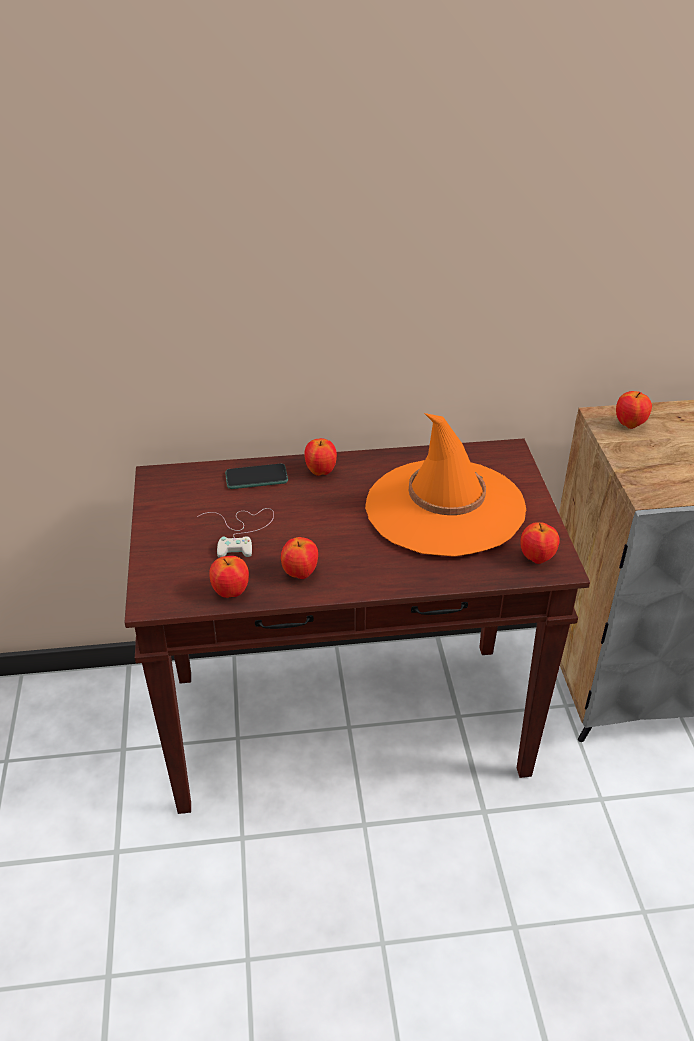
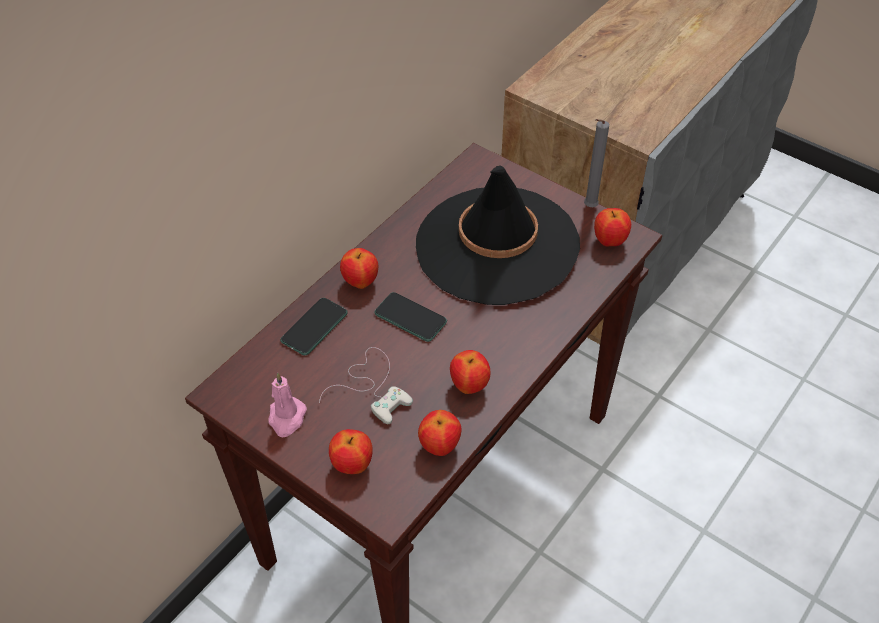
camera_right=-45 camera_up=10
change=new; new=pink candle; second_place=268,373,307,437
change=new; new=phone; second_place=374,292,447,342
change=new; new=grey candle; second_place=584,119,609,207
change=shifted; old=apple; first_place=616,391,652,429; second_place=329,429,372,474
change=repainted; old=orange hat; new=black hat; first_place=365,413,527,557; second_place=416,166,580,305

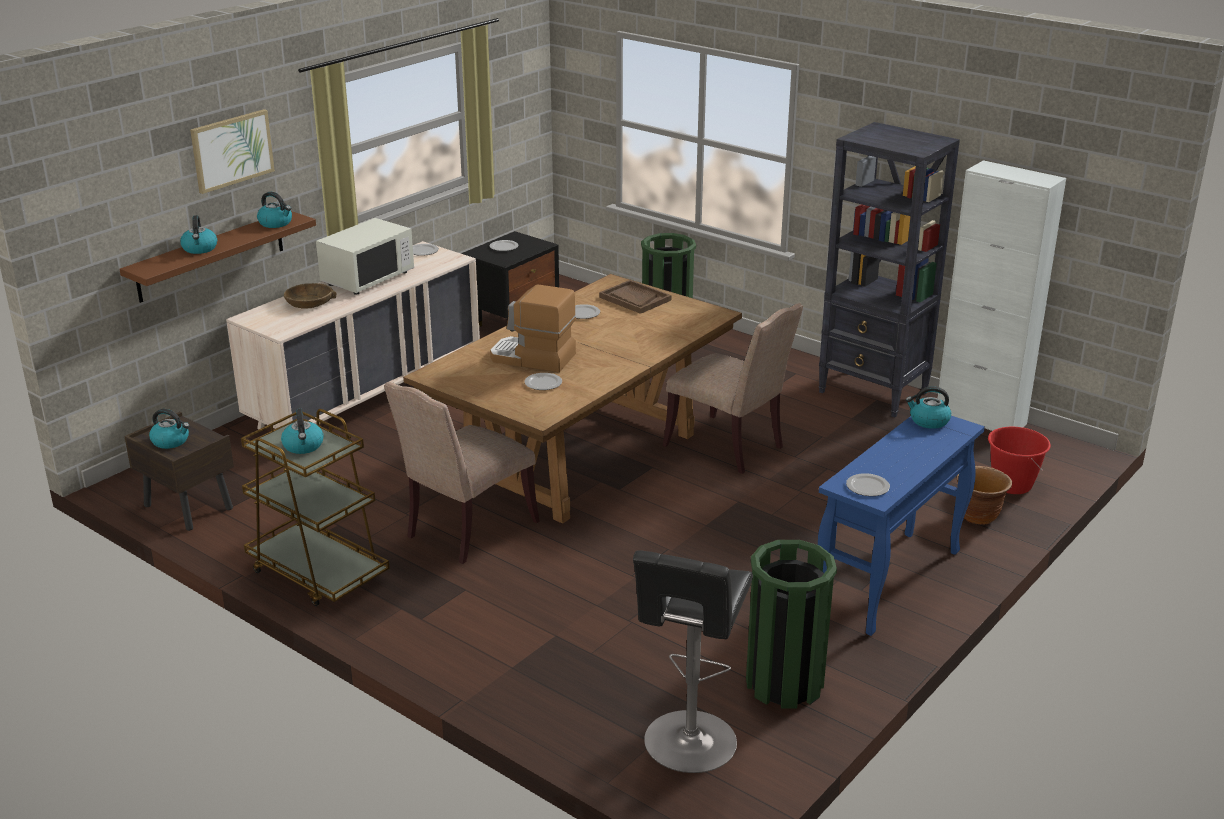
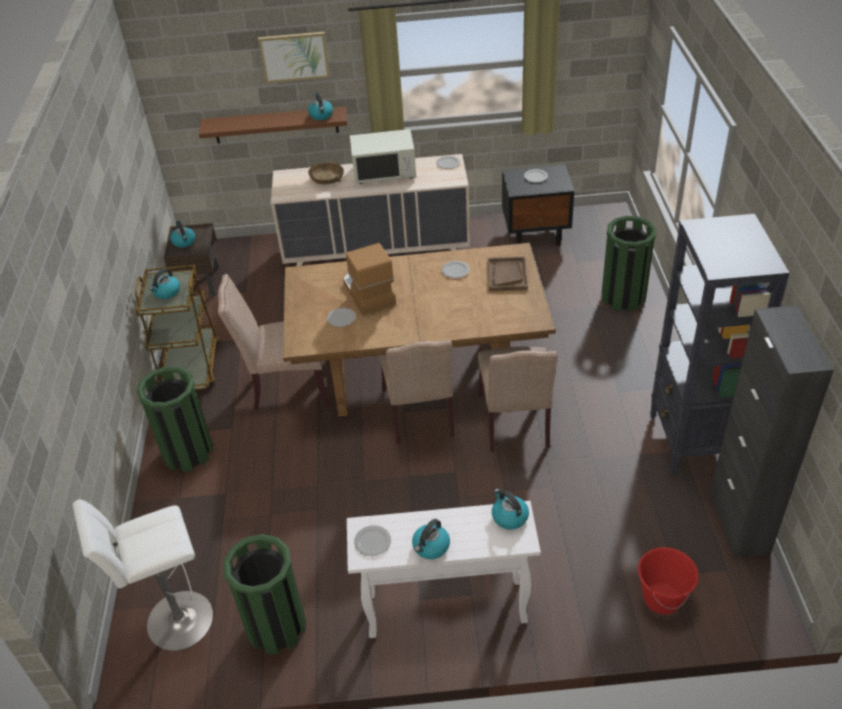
camera_right=50 camera_up=15
change=gone; old=brown planter; first_place=957,466,1012,525
change=new; new=green trash can; second_place=136,367,213,472
change=new; new=beige chair; second_place=379,340,455,444
change=shifted; old=kettle; first_place=180,215,217,254; second_place=412,519,450,559
change=repainted; old=black stool; new=white stool; first_place=633,550,753,773; second_place=73,499,213,651
change=repainted; old=blue console table; new=white console table; first_place=818,416,985,636; second_place=347,501,541,638
change=repainted; old=white cabinet; new=black cabinet; first_place=938,160,1066,431; second_place=710,305,834,557

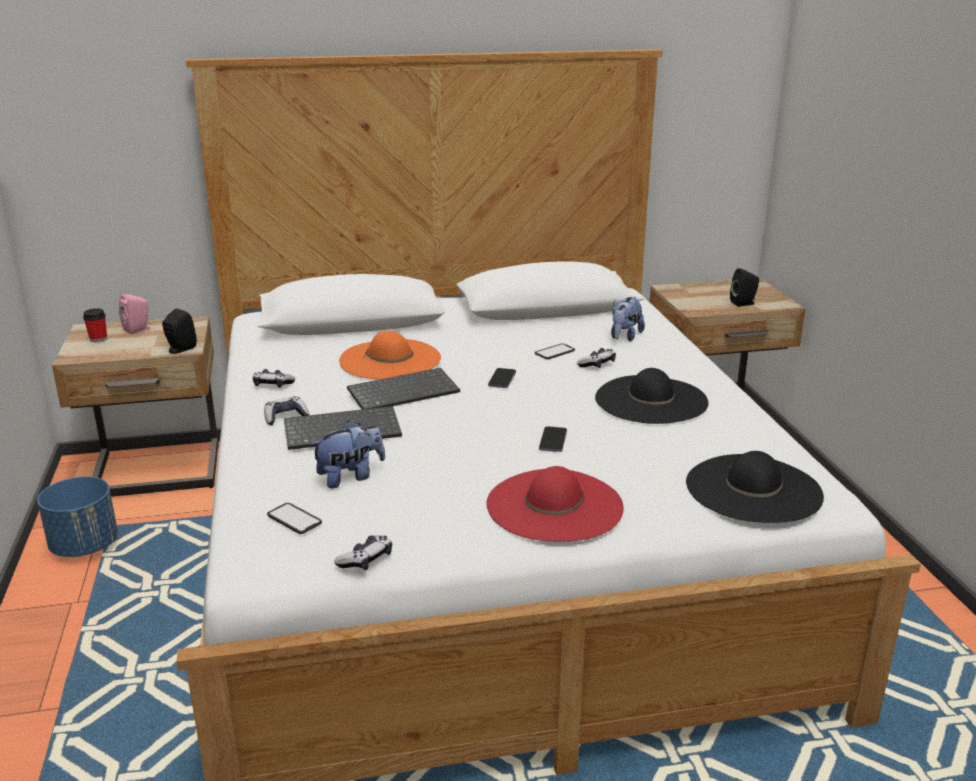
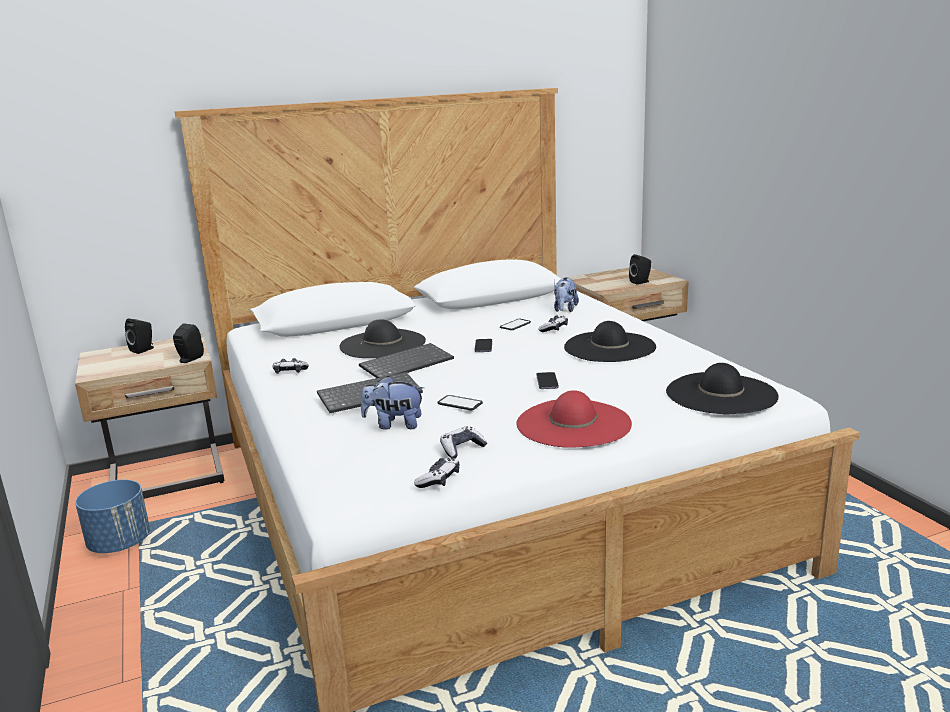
camera_right=-10 camera_up=-5
change=gone; old=cup; first_place=83,308,107,342
change=shifted; old=game controller; first_place=264,397,310,425; second_place=440,427,487,459
change=shifted; old=phone; first_place=267,503,322,534; second_place=437,395,483,410
change=repainted; old=pink speaker; new=black speaker; first_place=119,294,150,335; second_place=125,319,154,354
change=repainted; old=orange hat; new=black hat; first_place=339,331,441,380; second_place=340,319,426,358
change=rotated; old=plush toy; first_place=310,421,385,489; second_place=361,376,424,430; degrees=-135

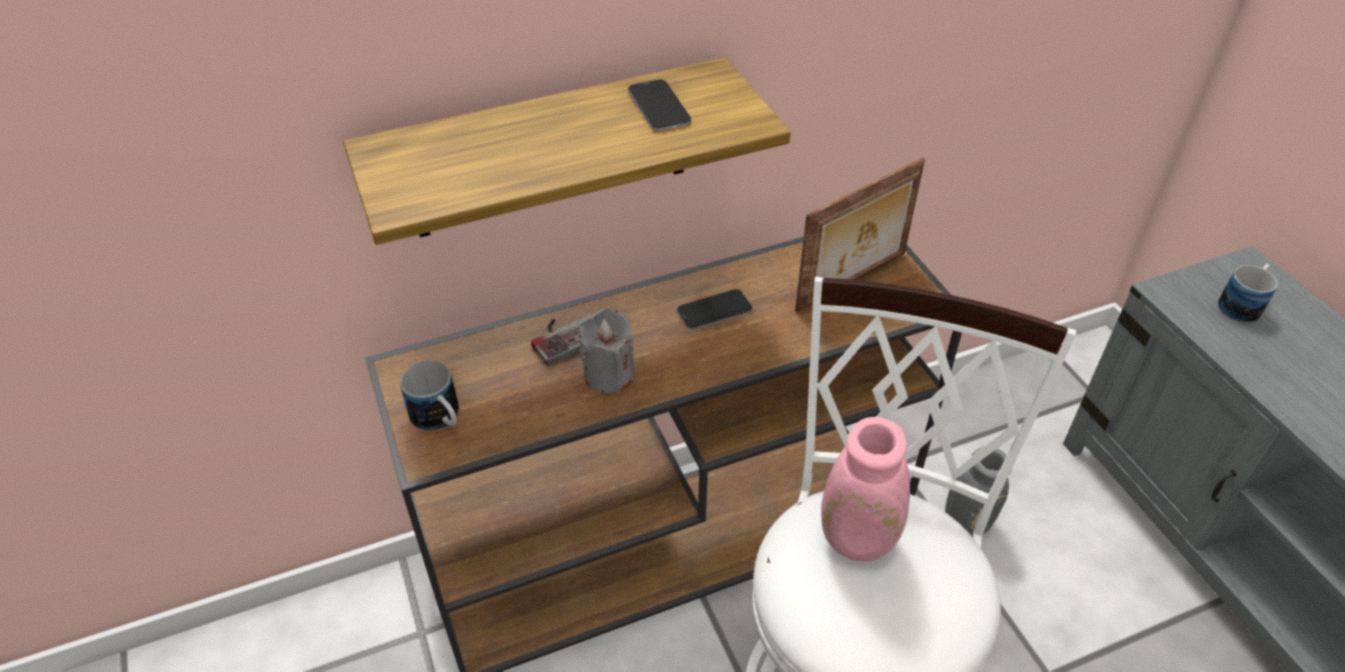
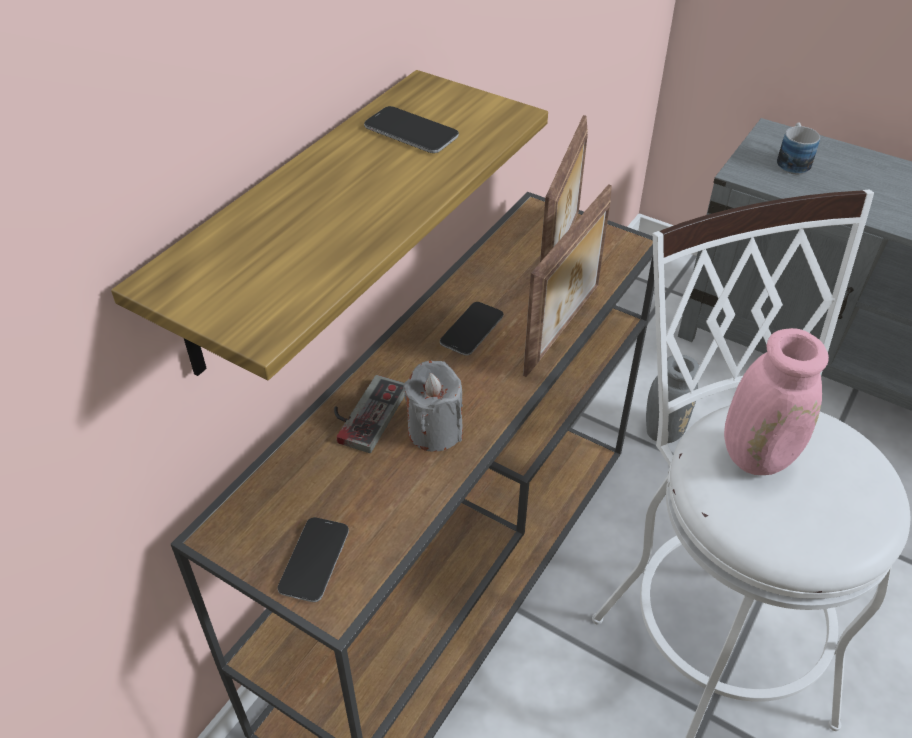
camera_right=-35 camera_up=0
change=new; new=picture frame; second_place=523,184,612,377
change=swapped; old=mug; new=phone; first_place=400,361,459,431; second_place=278,517,349,602

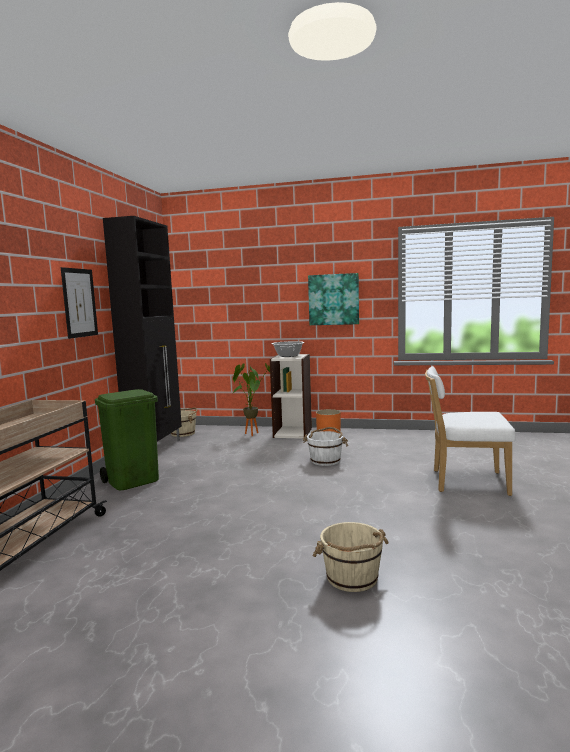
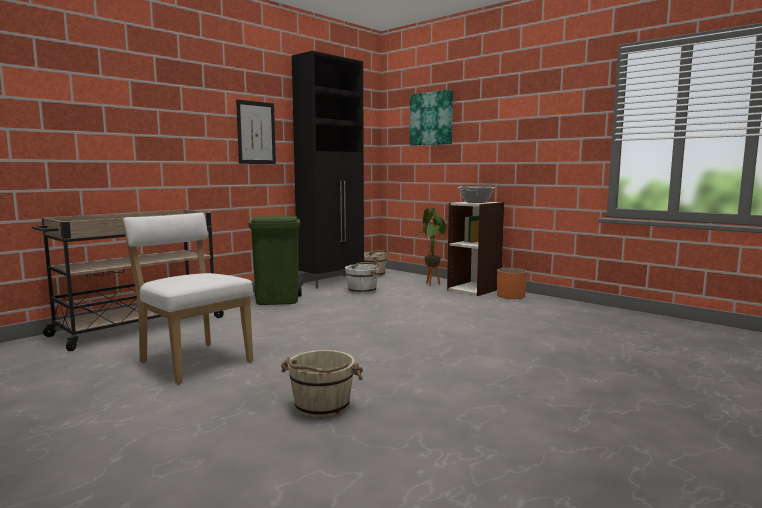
camera_right=30 camera_up=0
change=shifted; old=white bucket; first_place=303,427,348,466; second_place=345,261,380,294
change=shifted; old=picture; first_place=308,273,359,325; second_place=410,90,453,146
change=shifted; old=white chair; first_place=425,366,516,496; second_place=123,213,253,384

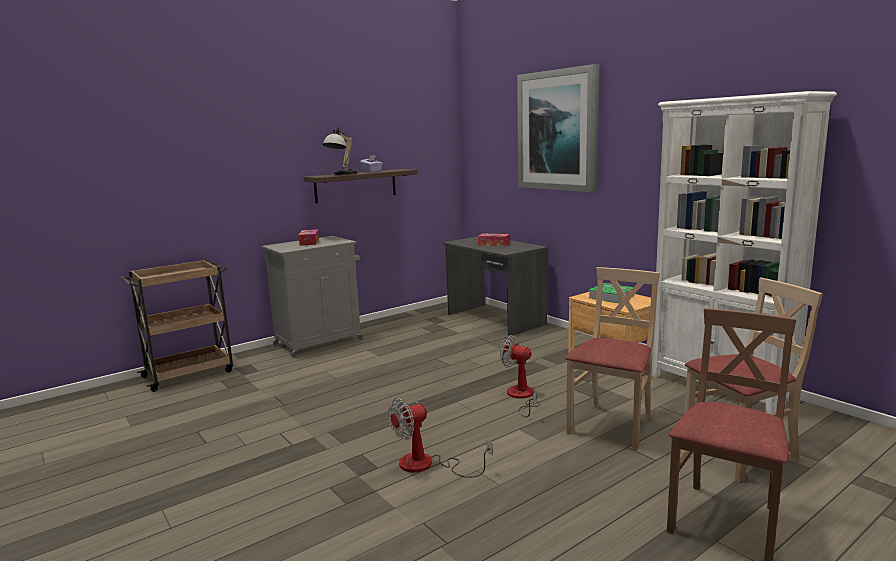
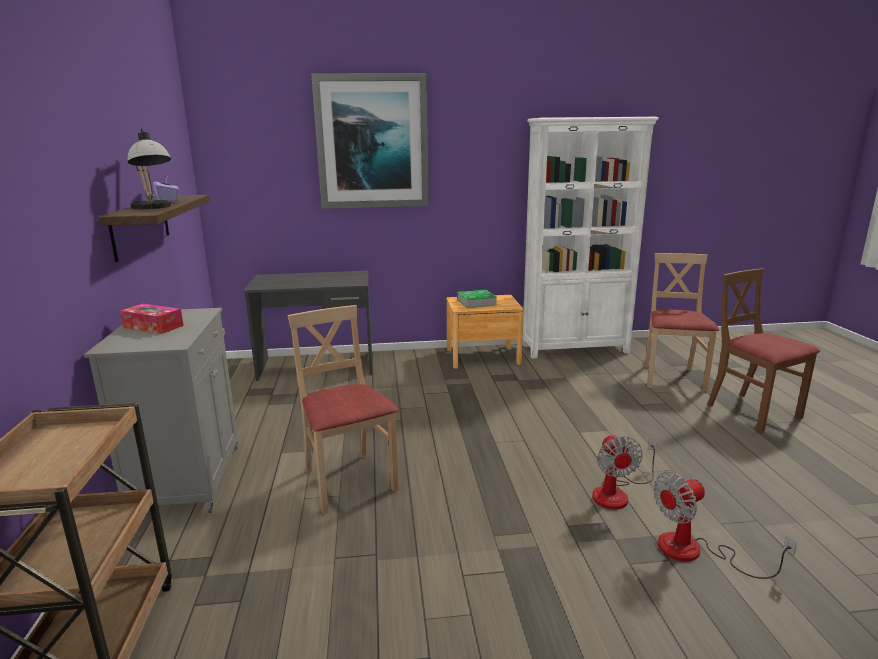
camera_right=-60 camera_up=5
change=gone; old=tissue box; first_place=478,234,509,246
change=shifted; old=fan; first_place=500,335,540,418; second_place=653,472,797,579
change=shifted; old=beige chair; first_place=565,267,660,450; second_place=287,305,399,514

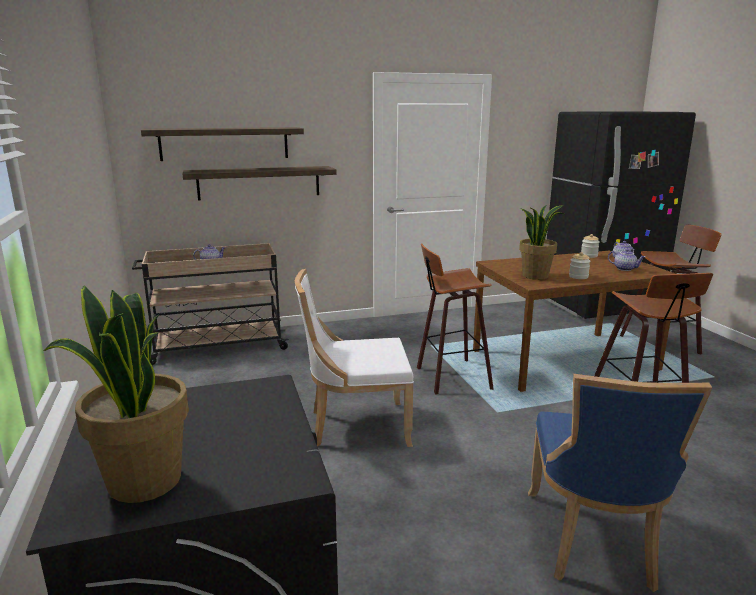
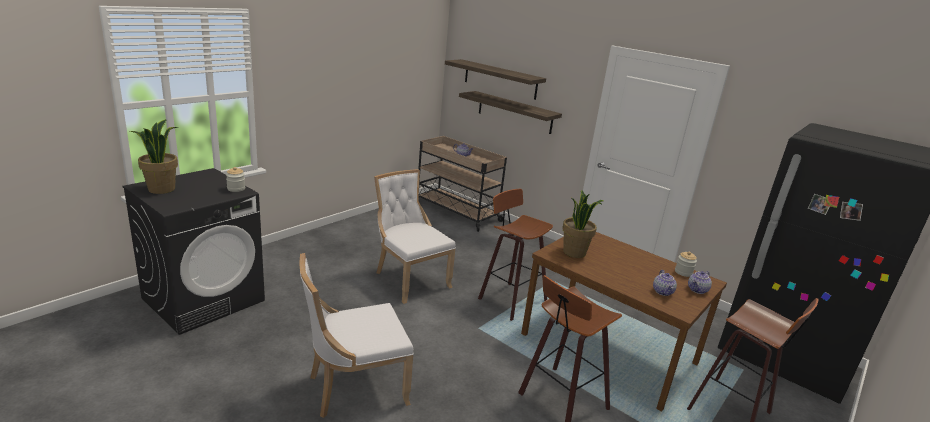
camera_right=55 camera_up=5
change=shifted; old=jar; first_place=569,252,591,279; second_place=226,167,245,192
change=repainted; old=blue chair; new=white chair; first_place=528,374,712,592; second_place=300,253,414,418

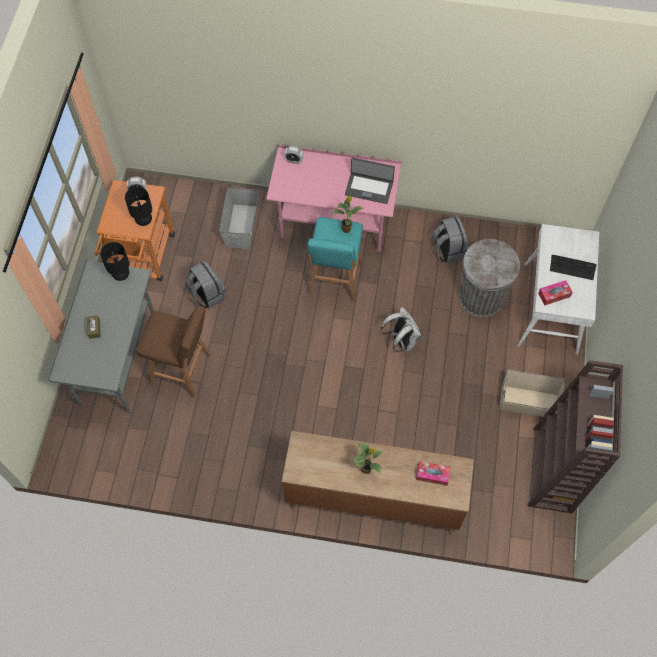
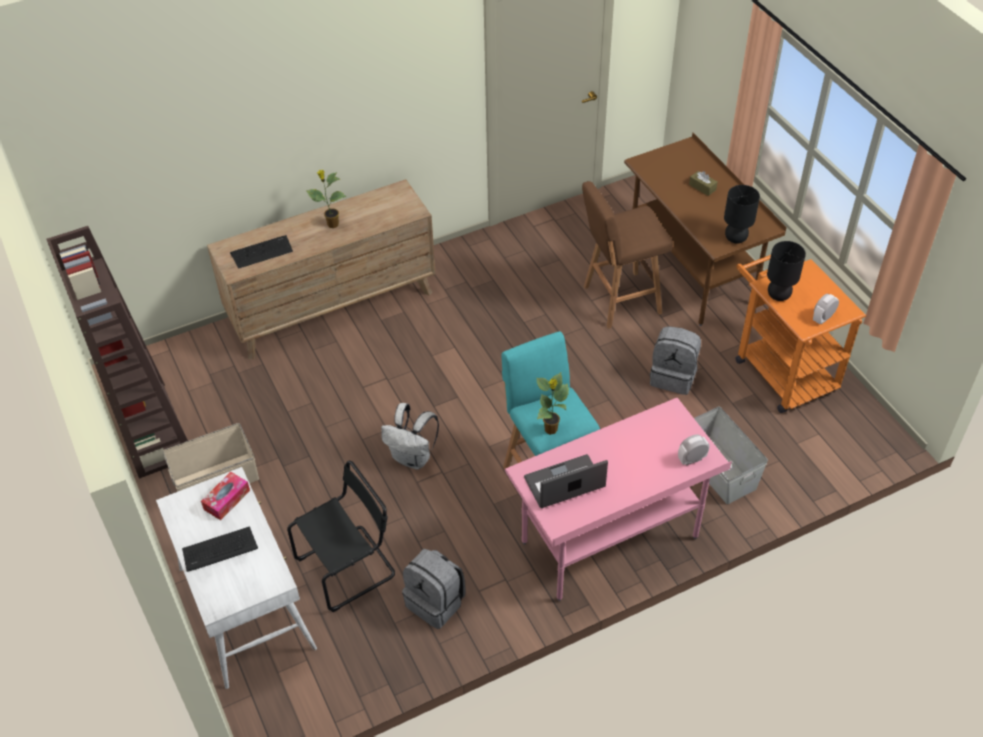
camera_right=145 camera_up=-15
change=swapped; old=tissue box; new=keyboard; first_place=416,461,451,486; second_place=230,235,293,269
change=swapped; old=grey trash can; new=black chair; first_place=459,239,520,318; second_place=287,461,395,612
change=repainted; old=grey desk; new=brown desk; first_place=48,259,154,413; second_place=624,133,787,326

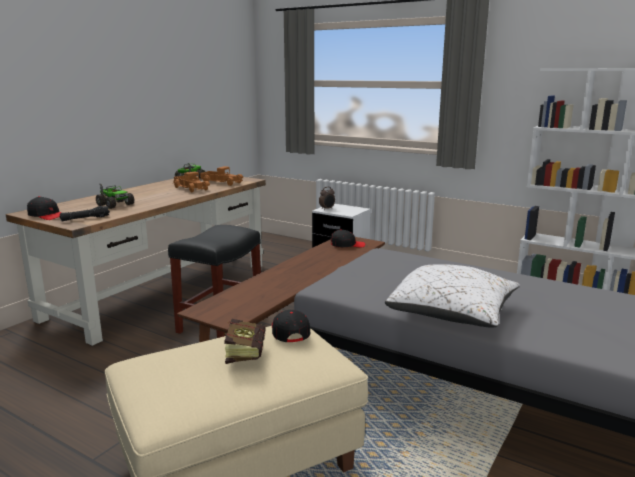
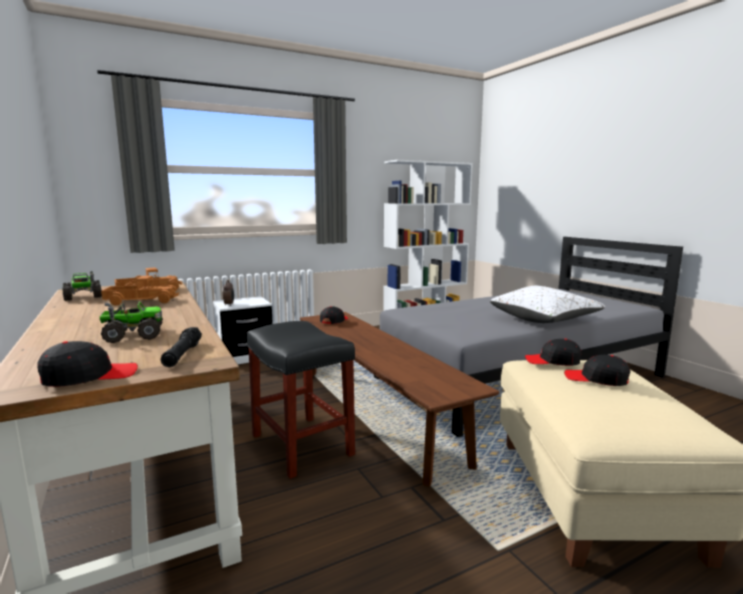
camera_right=-60 camera_up=-5
change=swapped; old=book; new=black cap; first_place=223,319,266,364; second_place=564,355,630,386

